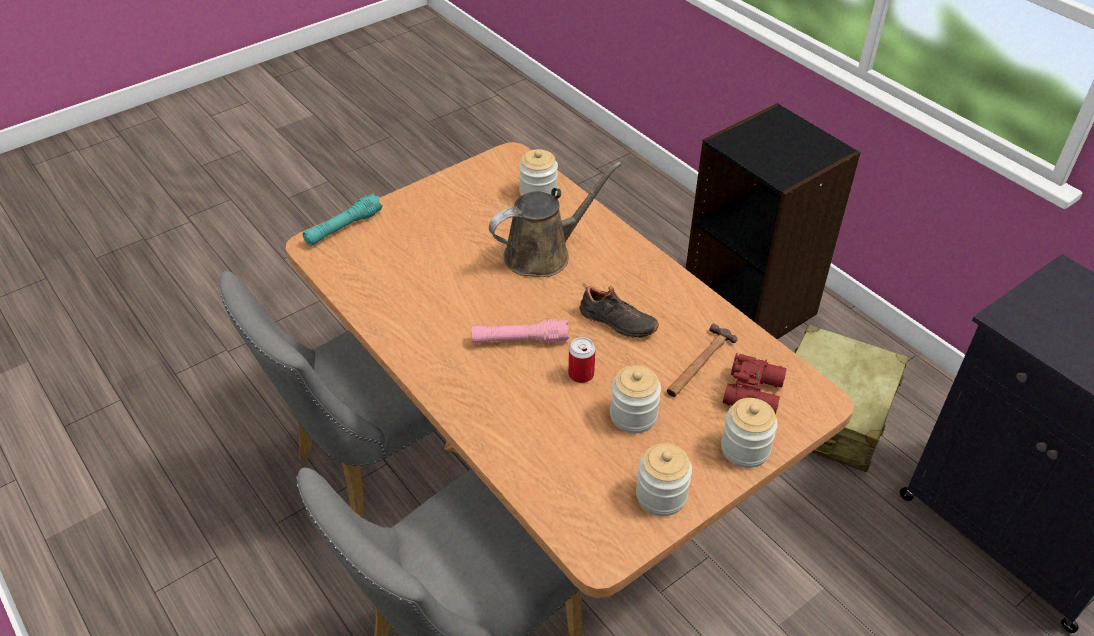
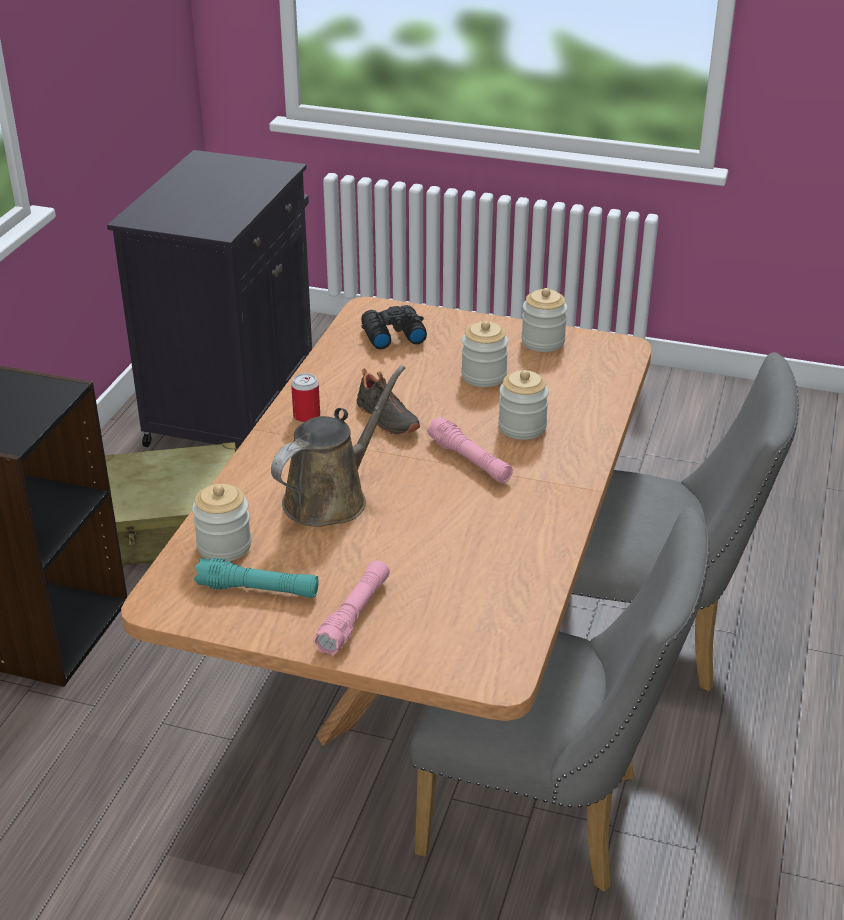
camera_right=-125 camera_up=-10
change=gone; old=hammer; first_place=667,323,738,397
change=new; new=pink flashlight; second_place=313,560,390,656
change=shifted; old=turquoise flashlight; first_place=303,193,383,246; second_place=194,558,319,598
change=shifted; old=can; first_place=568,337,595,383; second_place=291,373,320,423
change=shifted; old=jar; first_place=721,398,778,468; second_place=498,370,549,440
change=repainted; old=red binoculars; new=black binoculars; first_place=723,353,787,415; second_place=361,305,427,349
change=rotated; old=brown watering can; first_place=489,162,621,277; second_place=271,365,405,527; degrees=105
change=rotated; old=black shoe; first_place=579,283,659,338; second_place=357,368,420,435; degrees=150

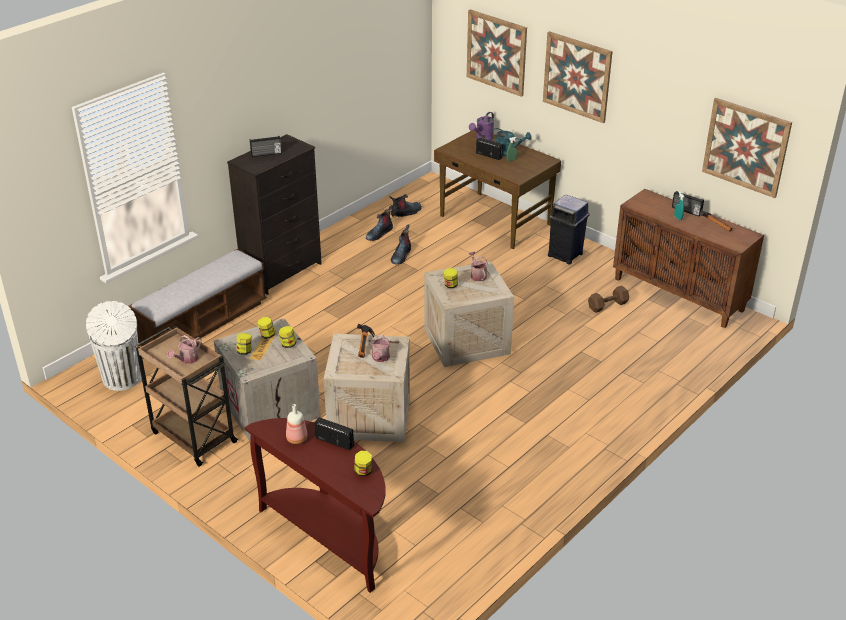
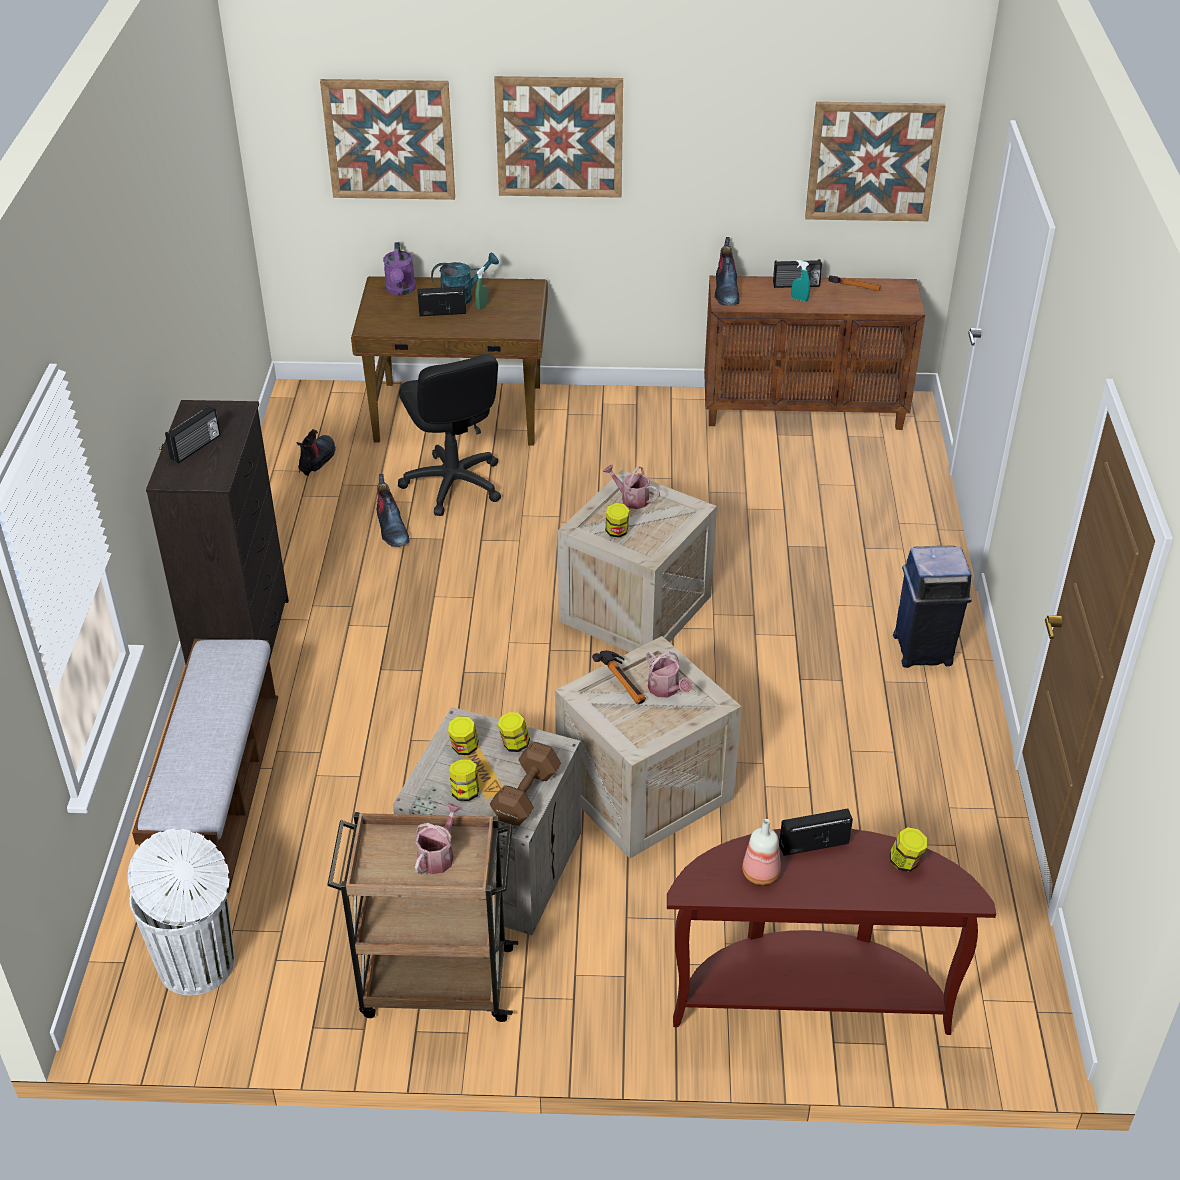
camera_right=-40 camera_up=5
change=new; new=black office chair; second_place=398,354,501,516
change=shifted; old=boot; first_place=366,205,393,241; second_place=715,237,740,306
change=shifted; old=blue trash can; first_place=548,194,590,265; second_place=893,545,971,668
change=shifted; old=brown dumbbell; first_place=588,286,629,313; second_place=490,742,561,826
change=rotated; old=watering can; first_place=167,335,202,364; second_place=415,803,462,874; degrees=-150

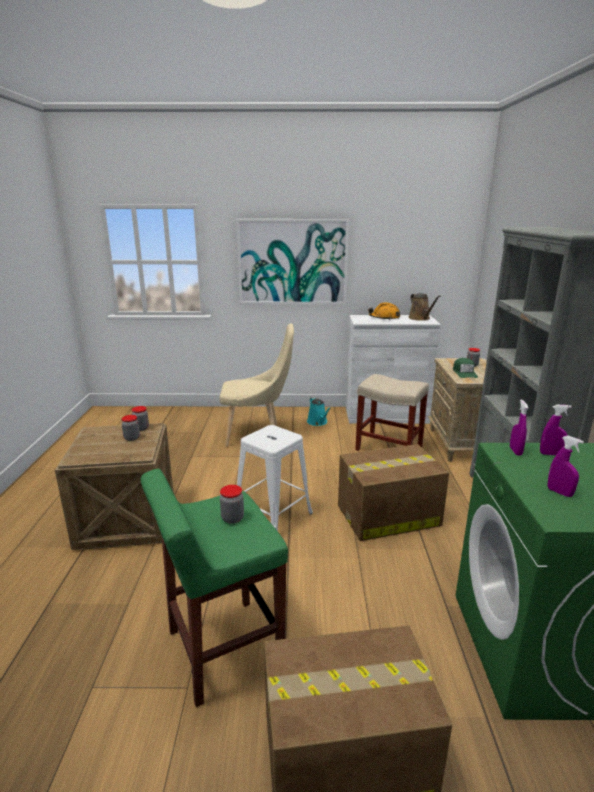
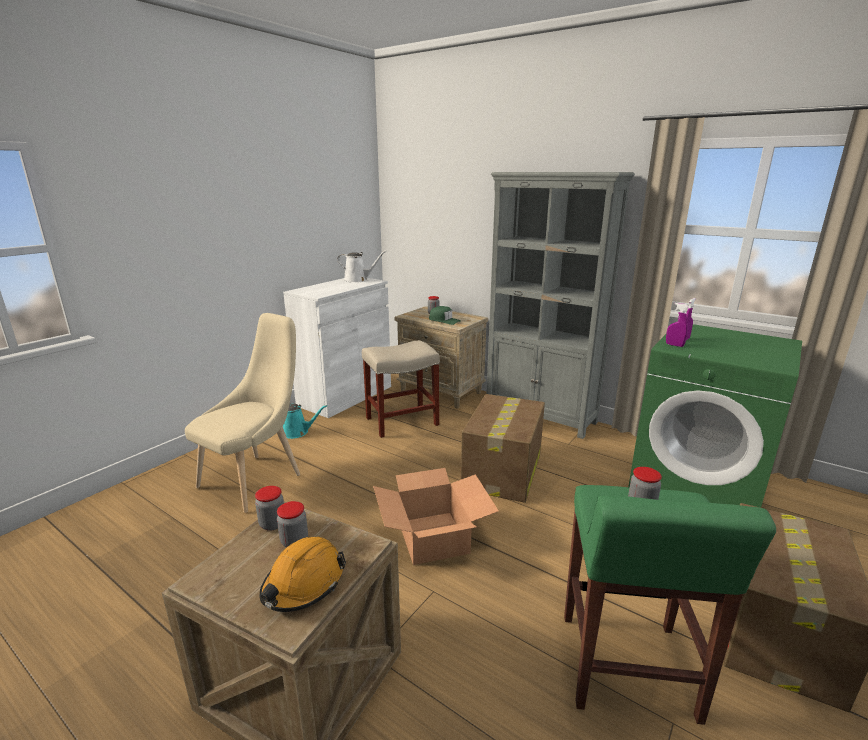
camera_right=-55 camera_up=0
change=gone; old=picture; first_place=236,219,349,305
change=gone; old=purple spray bottle; first_place=547,436,584,497
change=shifted; old=orange hard hat; first_place=368,302,400,320; second_place=259,537,346,612
change=swapped; old=white stool; new=cardboard box; first_place=237,425,313,531; second_place=373,468,499,565
change=repainted; old=brown watering can; new=white watering can; first_place=408,293,440,321; second_place=337,251,387,283

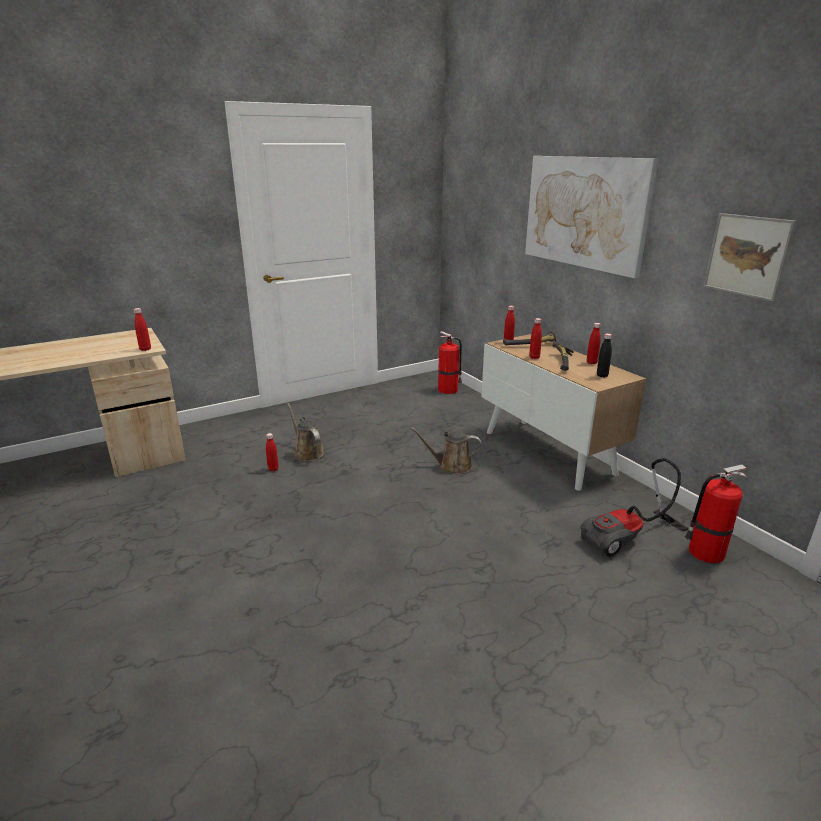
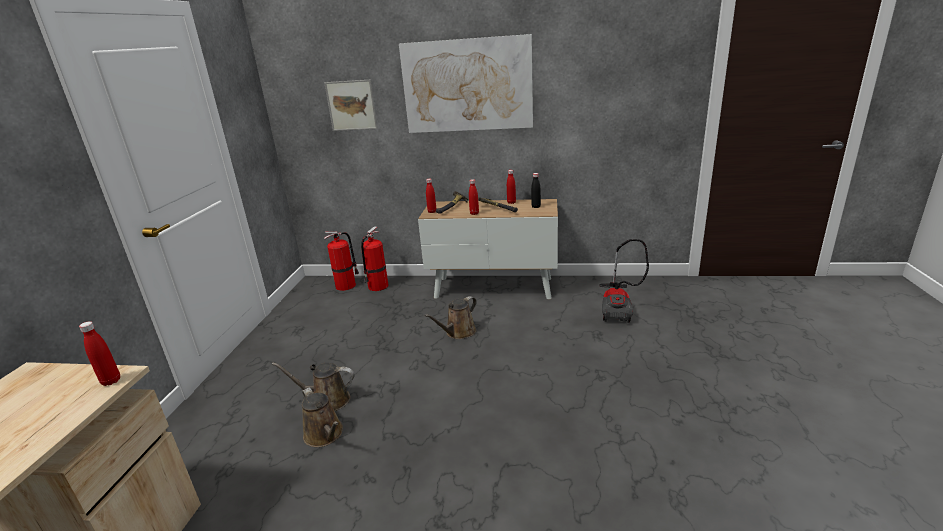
camera_right=-50 camera_up=0
change=shifted; old=fire extinguisher; first_place=685,464,747,563; second_place=361,226,388,291
change=shifted; old=picture; first_place=703,213,796,302; second_place=324,79,378,131
change=swapped; old=red bottle; new=brown watering can; first_place=266,433,278,471; second_place=302,387,343,447

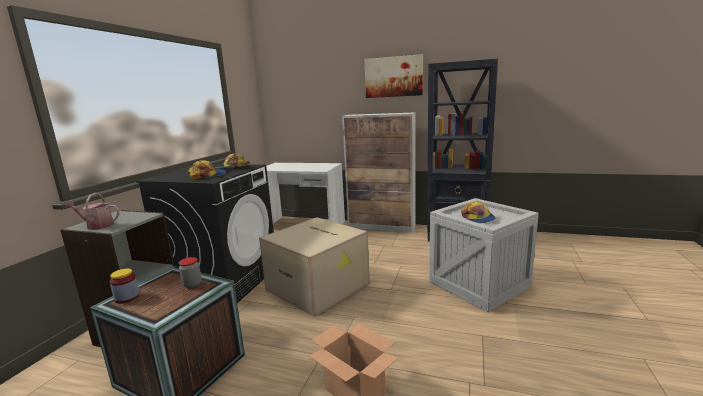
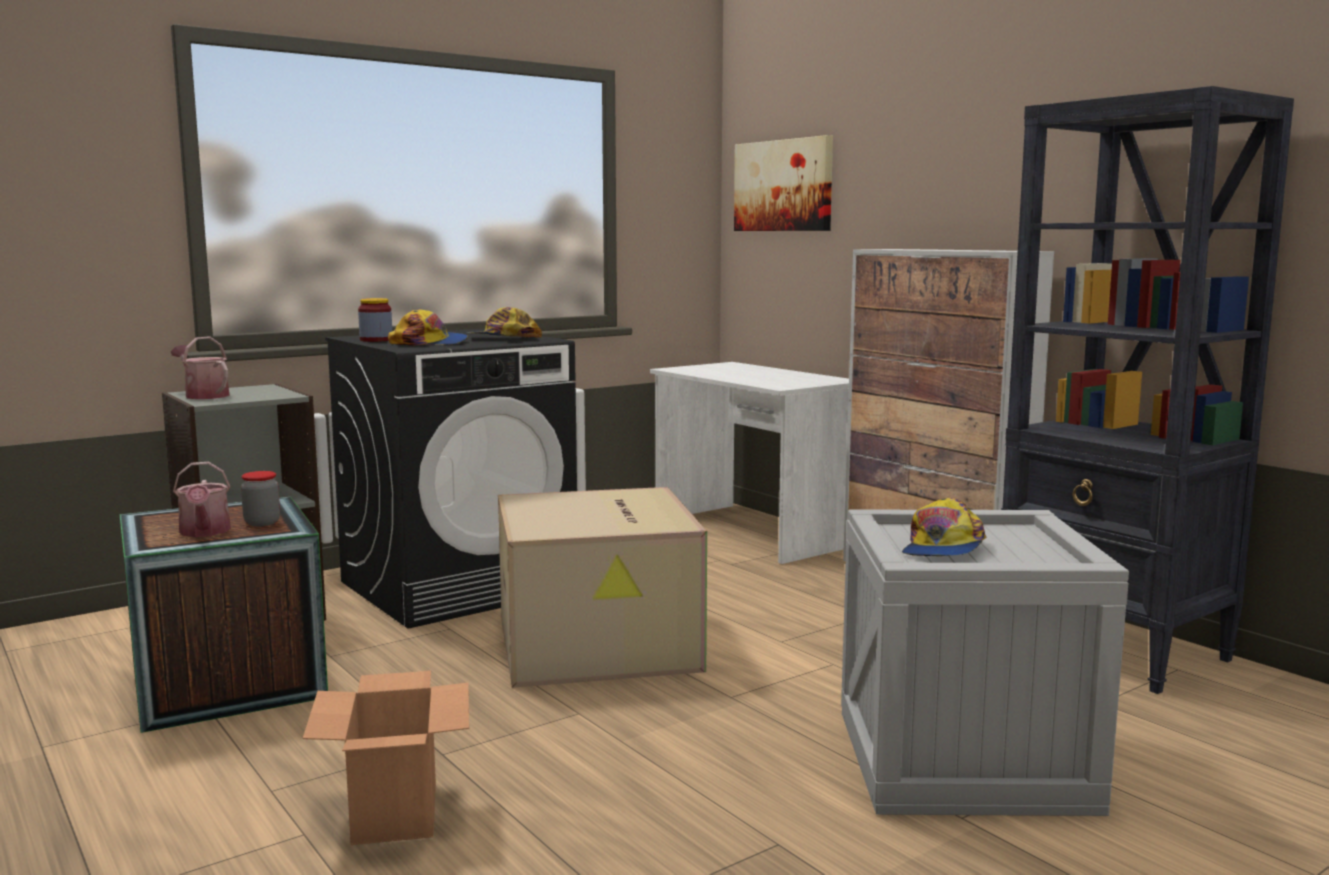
camera_right=35 camera_up=-5
change=new; new=watering can; second_place=173,462,231,537
change=shifted; old=jar; first_place=110,268,140,304; second_place=358,298,392,342
change=shifted; old=picture; first_place=365,54,423,98; second_place=734,135,833,231

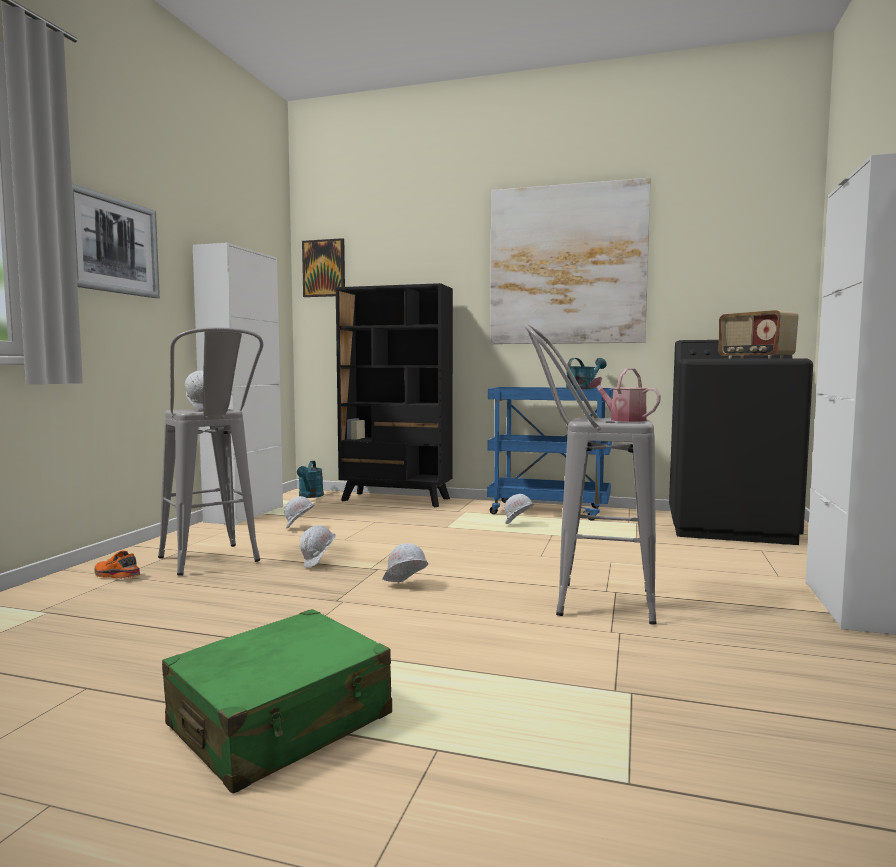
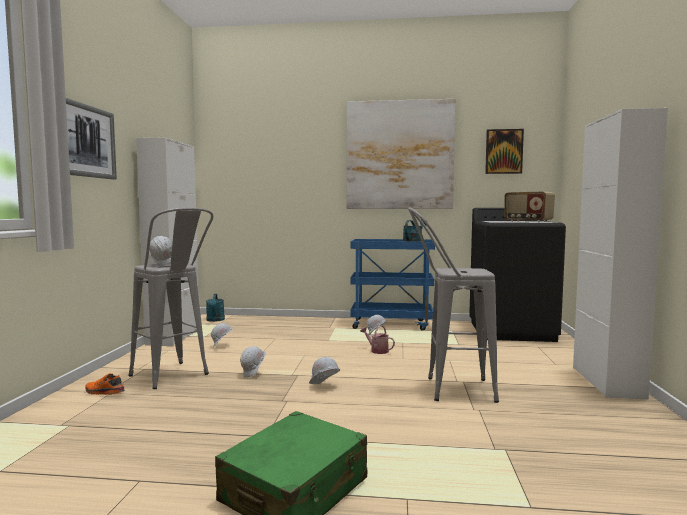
camera_right=-10 camera_up=0
change=gone; old=black bookcase; first_place=336,283,453,507
change=shifted; old=picture; first_place=302,238,345,297; second_place=485,129,524,174
change=shifted; old=watering can; first_place=589,368,661,422; second_place=360,325,395,354

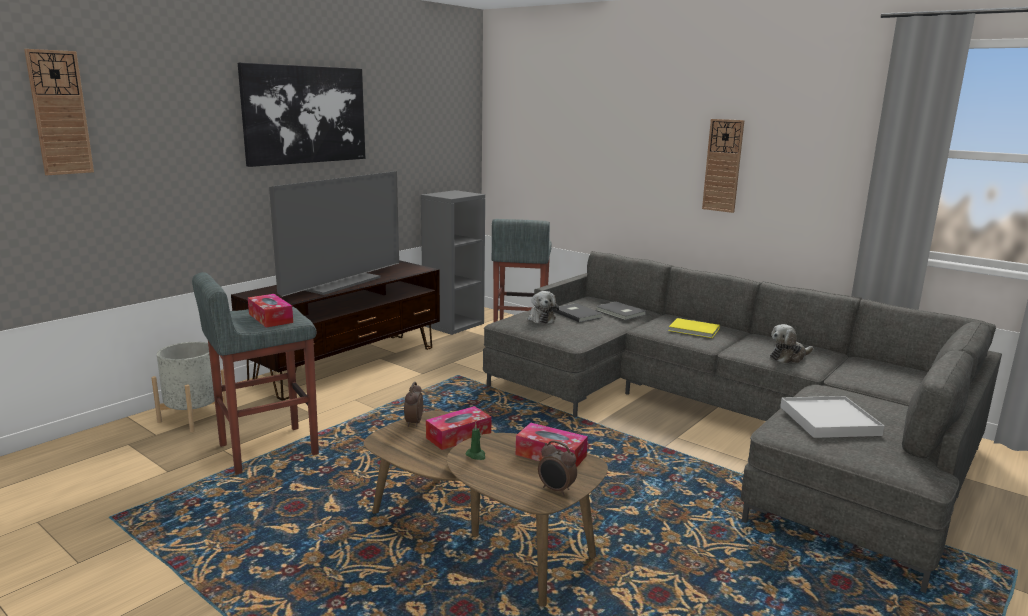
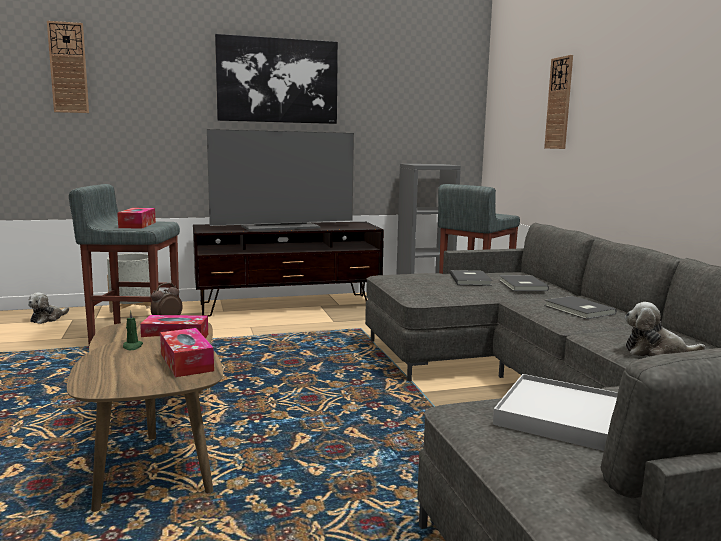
camera_right=35 camera_up=-5
change=gone; old=alarm clock; first_place=538,440,577,496
change=shifted; old=plush toy; first_place=528,291,559,324; second_place=28,292,69,324
change=shifted; old=wall clock; first_place=702,119,744,213; second_place=544,55,573,149
change=repainted; old=yellow book; new=grey book; first_place=669,318,720,338; second_place=544,296,616,319

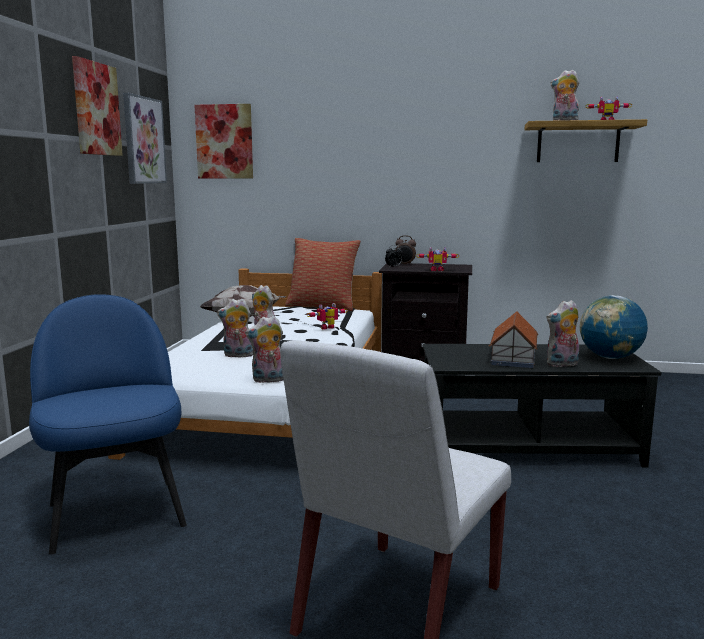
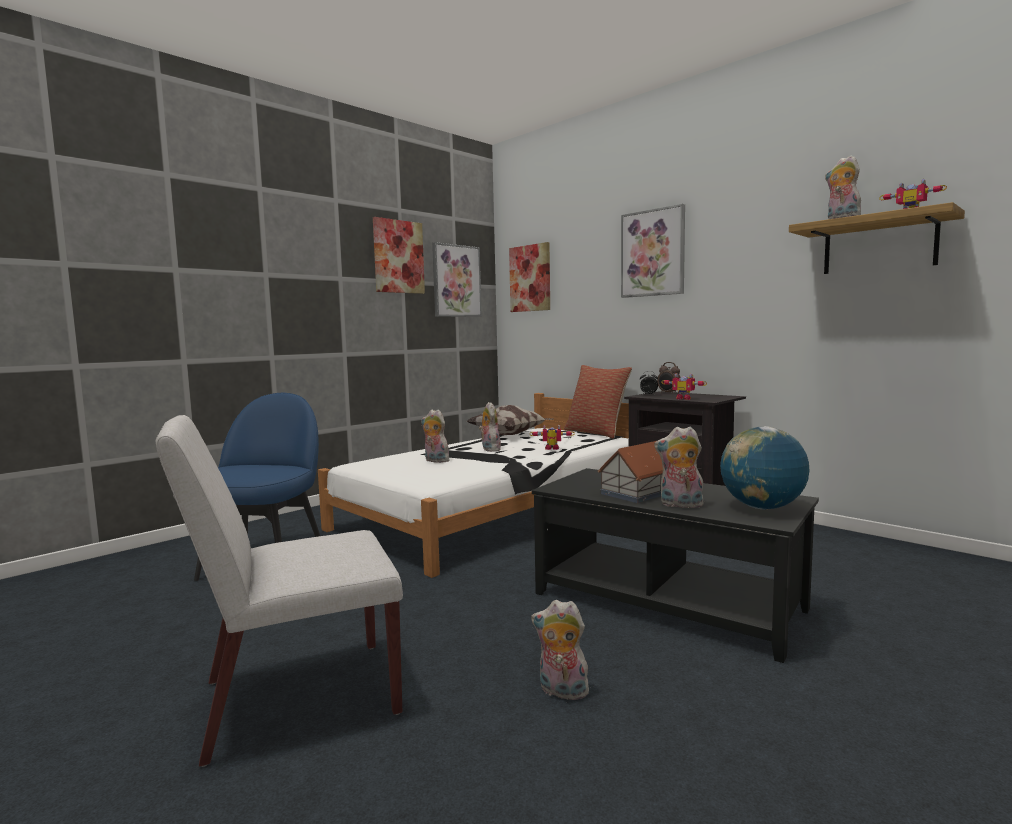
camera_right=35 camera_up=-5
change=new; new=picture; second_place=621,204,685,298
change=shifted; old=plush toy; first_place=245,316,283,383; second_place=531,600,589,700

